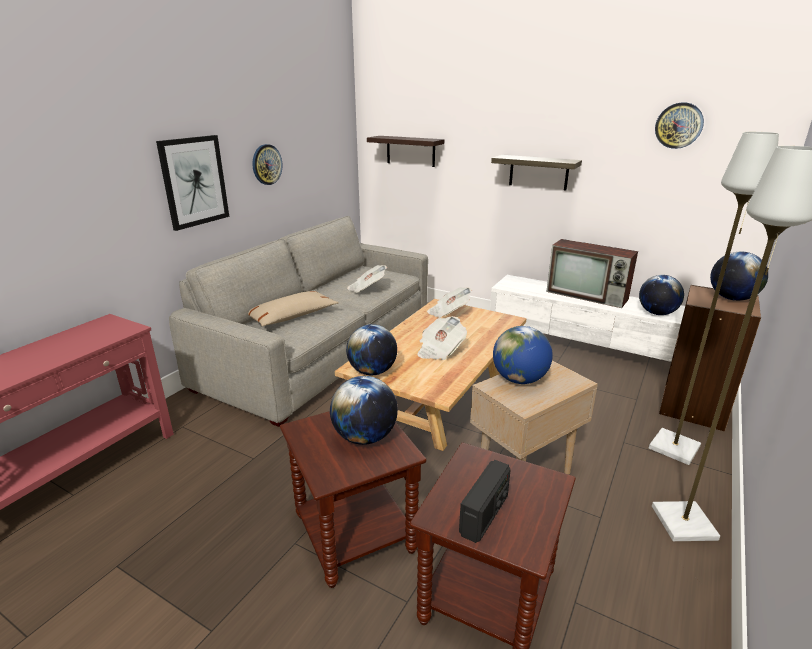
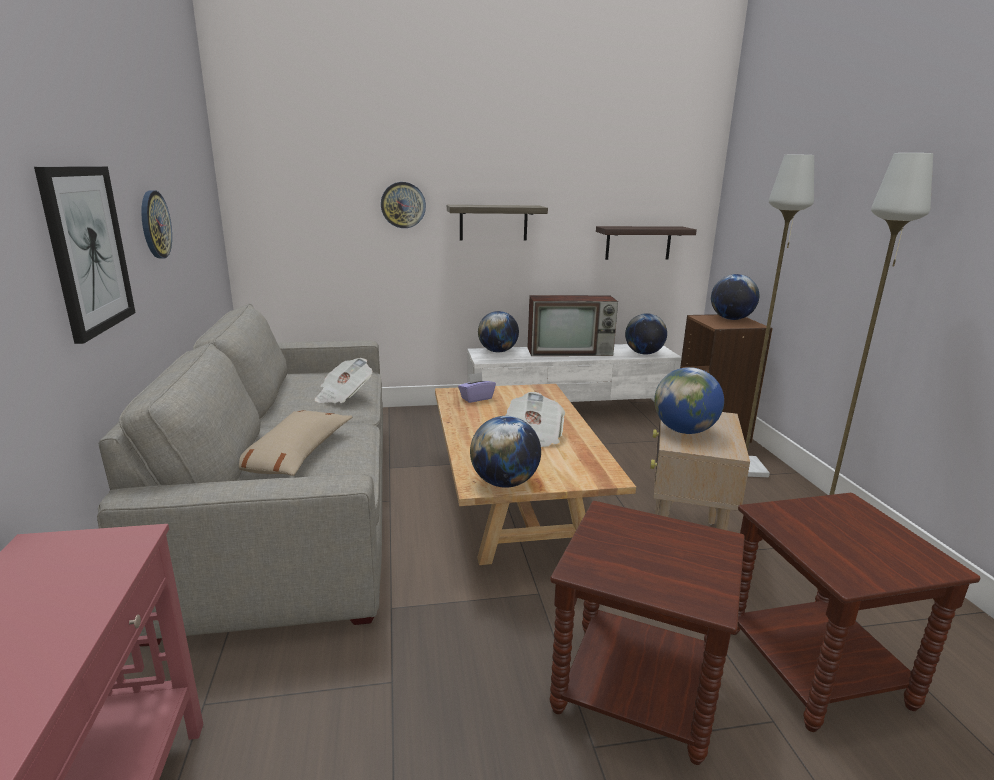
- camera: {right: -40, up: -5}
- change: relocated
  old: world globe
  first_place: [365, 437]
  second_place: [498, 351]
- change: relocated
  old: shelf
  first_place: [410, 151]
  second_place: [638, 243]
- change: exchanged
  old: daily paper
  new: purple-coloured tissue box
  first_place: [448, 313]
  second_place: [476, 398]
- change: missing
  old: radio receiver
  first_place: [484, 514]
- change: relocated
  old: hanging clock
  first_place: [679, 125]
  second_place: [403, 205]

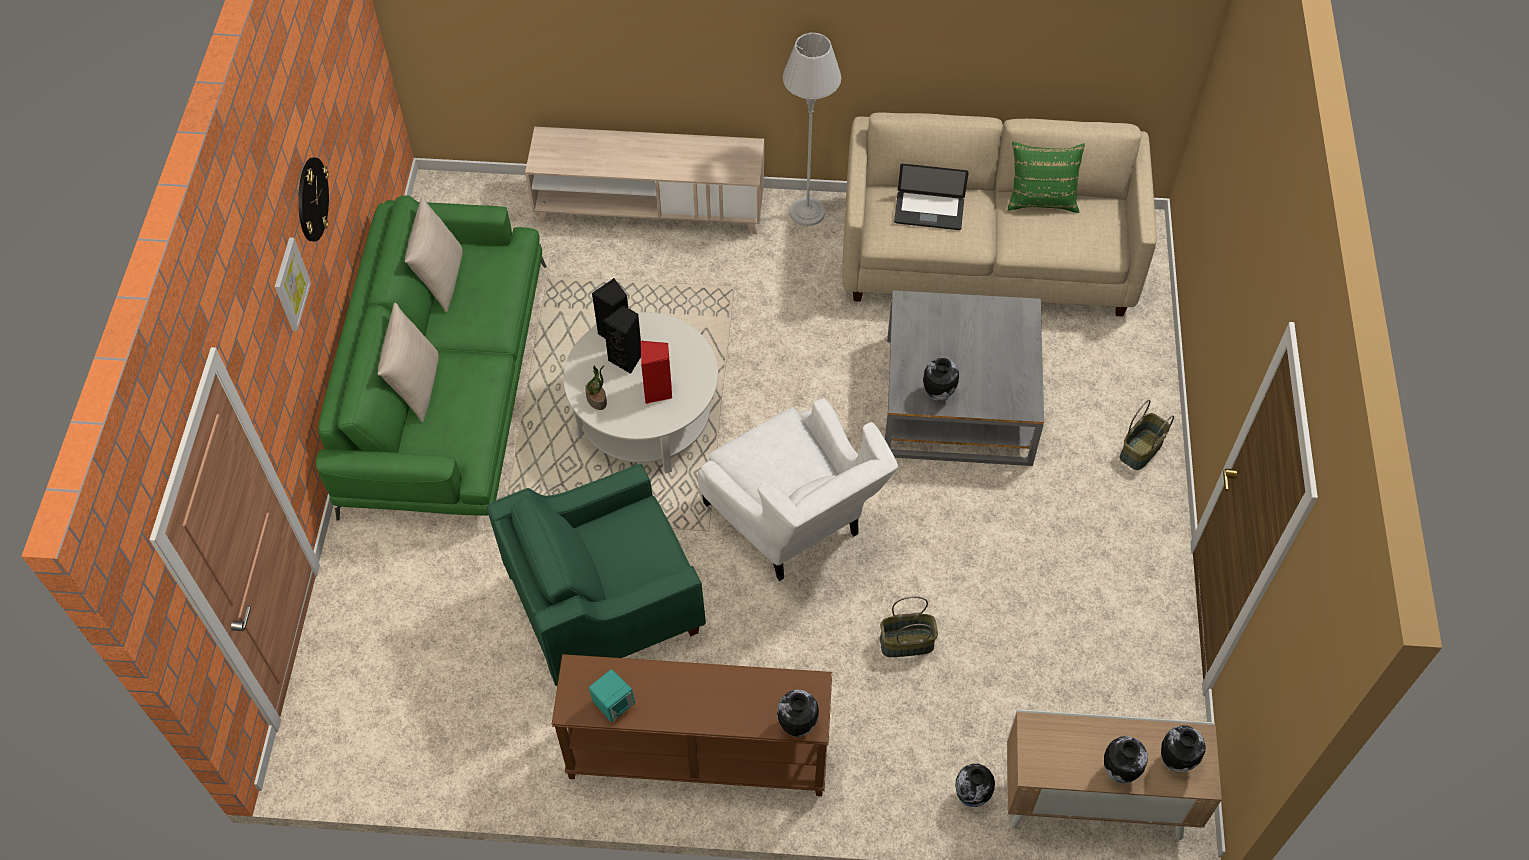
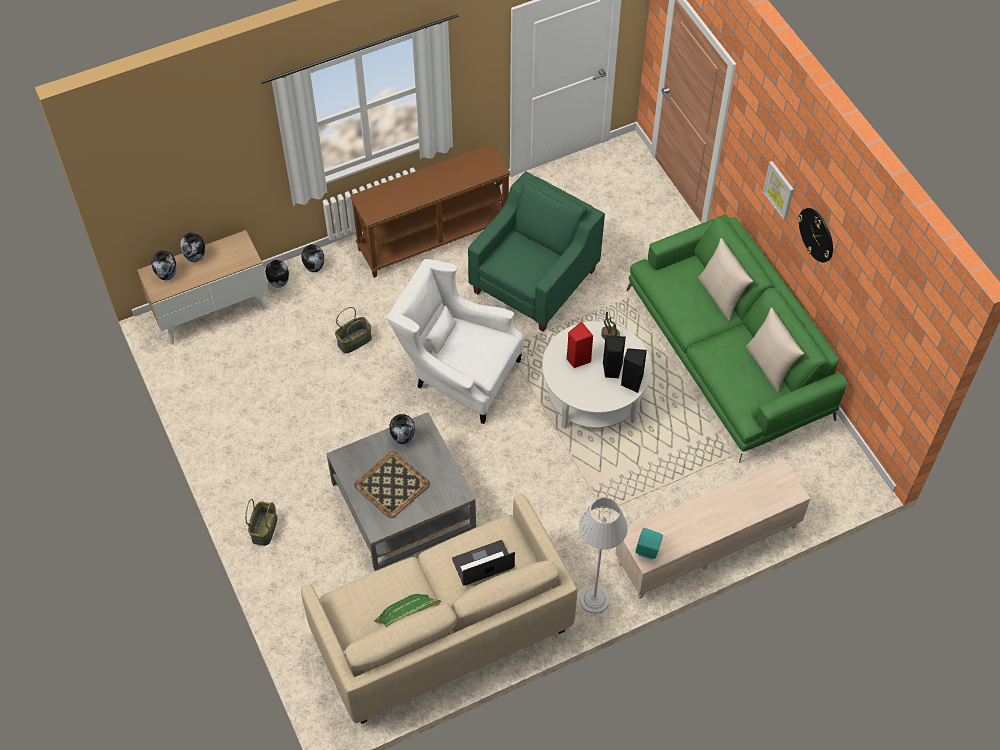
- camera: {right: 150, up: 0}
- change: relocated
  old: turquoise speaker
  first_place: [613, 704]
  second_place: [648, 550]
- change: relocated
  old: decorative vase
  first_place: [796, 726]
  second_place: [315, 268]
- change: appeared
  new: carrying tray
  second_place: [392, 485]

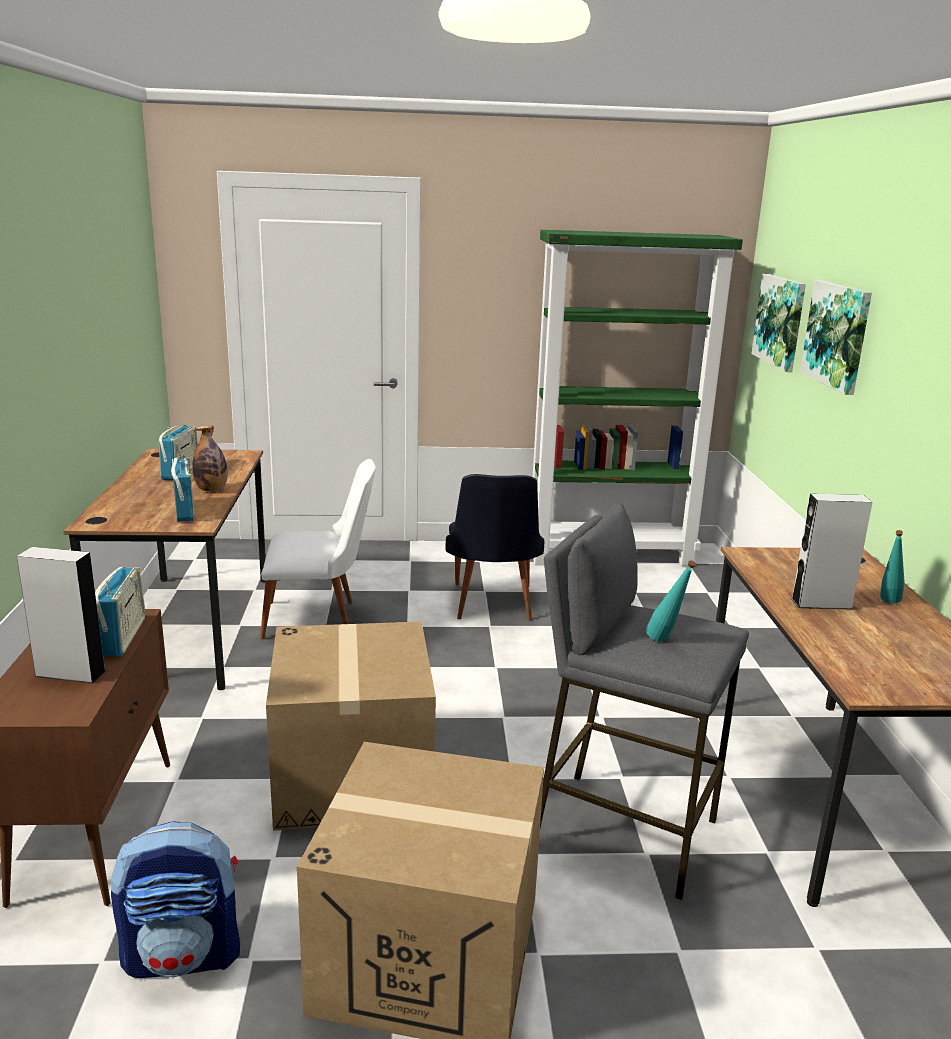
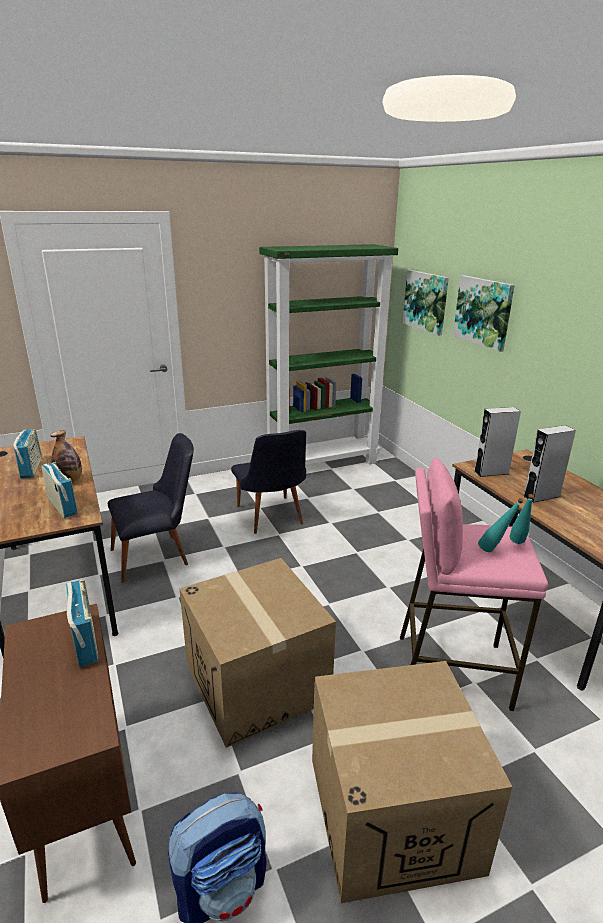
- camera: {right: -20, up: 5}
- change: relocated
  old: grey speaker
  first_place: [70, 673]
  second_place: [491, 472]
- change: colour
  old: white-coloured chair
  new: black chair
  first_place: [320, 620]
  second_place: [158, 556]
- change: colour
  old: grey stool seat
  new: pink stool seat
  first_place: [624, 830]
  second_place: [451, 670]
- change: relocated
  old: turquoise beverage bottle
  first_place: [887, 603]
  second_place: [517, 545]

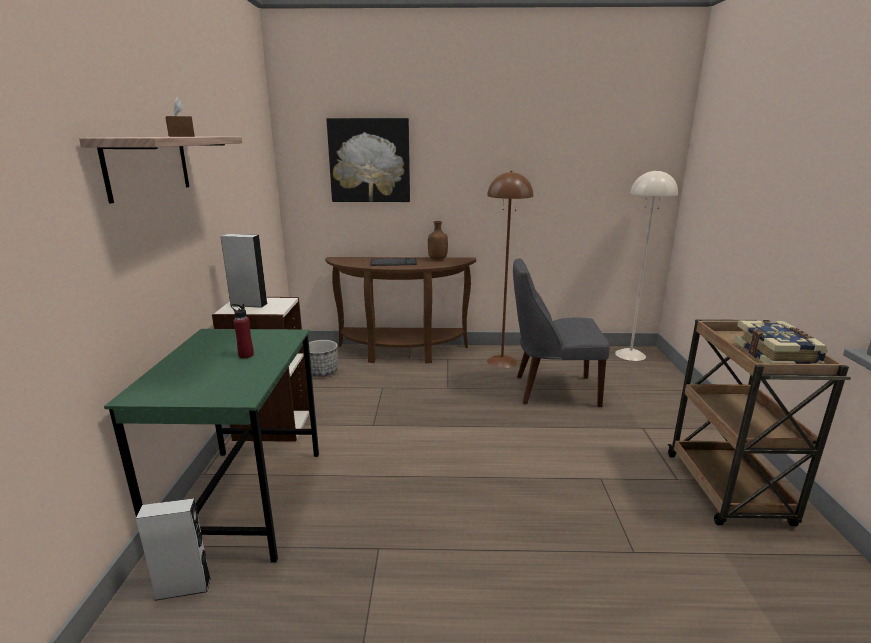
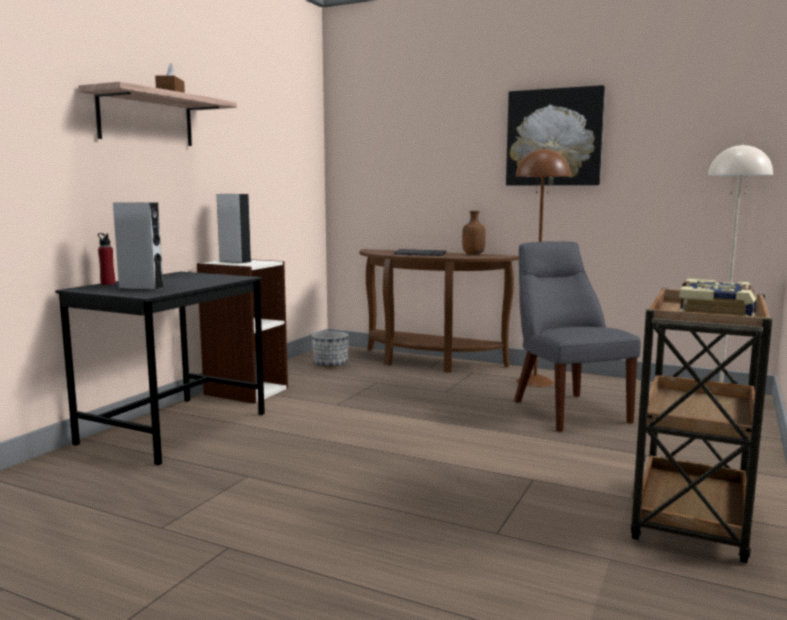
- camera: {right: 25, up: -10}
- change: colour
  old: green desk table
  new: black desk table
  first_place: [244, 500]
  second_place: [174, 428]
- change: relocated
  old: grey speaker
  first_place: [183, 588]
  second_place: [141, 288]
- change: relocated
  old: red-coloured beverage bottle
  first_place: [246, 355]
  second_place: [107, 284]
- change: relocated
  old: wall picture
  first_place: [369, 160]
  second_place: [554, 137]
- change: spun
  old: grey chair
  first_place: [552, 390]
  second_place: [566, 410]
  degrees: 45

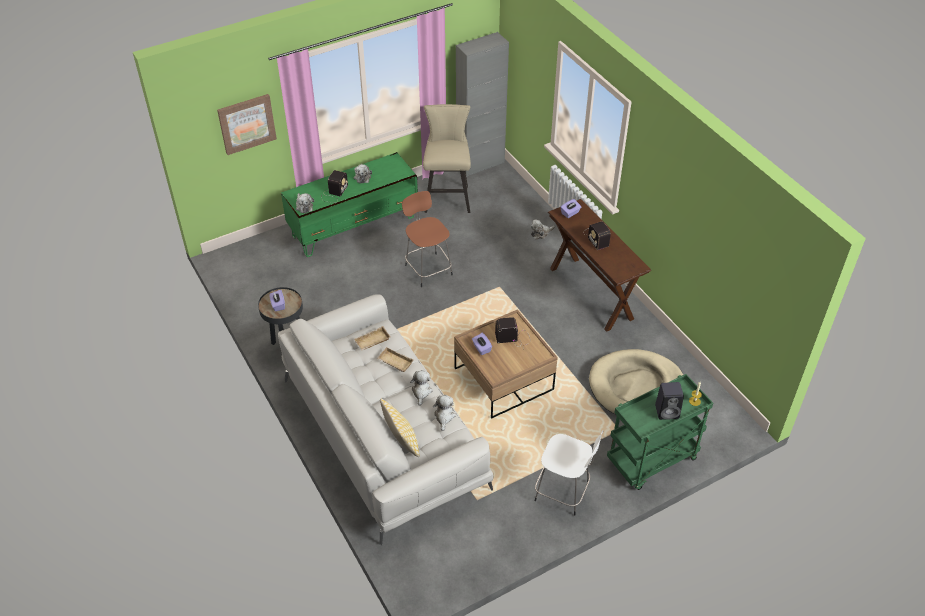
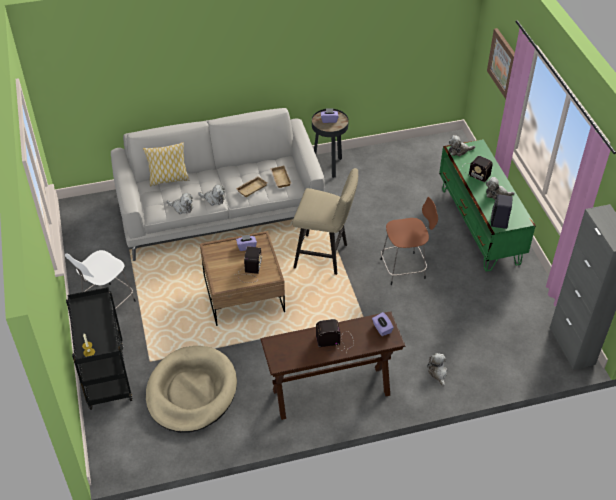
- camera: {right: 105, up: 0}
- change: relocated
  old: sand-coloured stool seat
  first_place: [447, 197]
  second_place: [325, 256]
- change: colour
  old: green wheeled cart
  new: black wheeled cart
  first_place: [651, 461]
  second_place: [105, 375]
- change: relocated
  old: black speaker
  first_place: [668, 411]
  second_place: [499, 222]

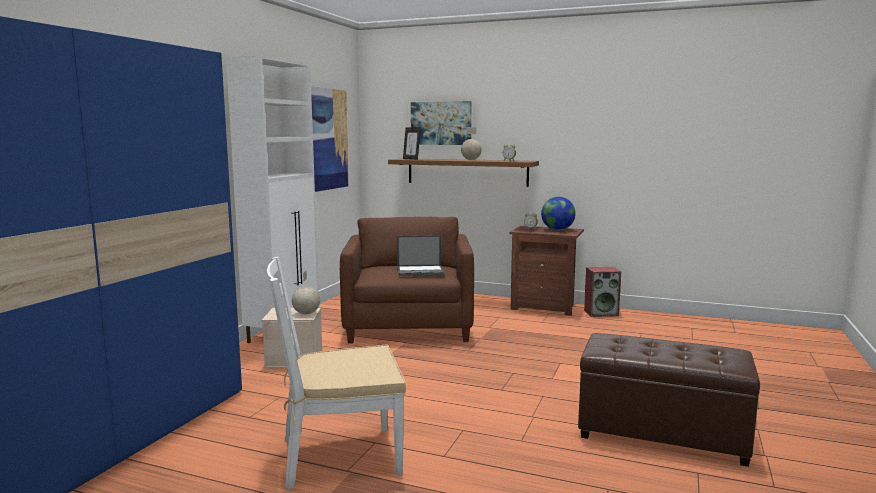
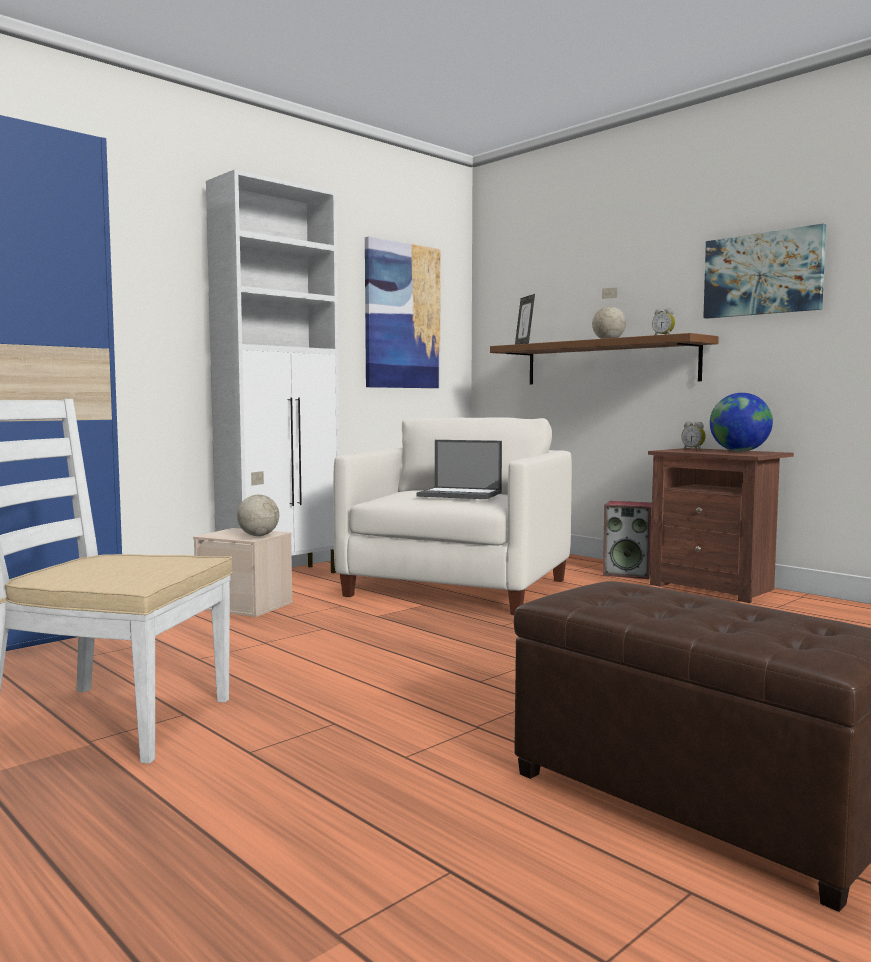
- camera: {right: 25, up: -5}
- change: colour
  old: brownish easy chair
  new: white-coloured easy chair
  first_place: [408, 326]
  second_place: [456, 588]
- change: relocated
  old: wall picture
  first_place: [441, 123]
  second_place: [763, 274]
- change: relocated
  old: speaker
  first_place: [601, 313]
  second_place: [629, 573]

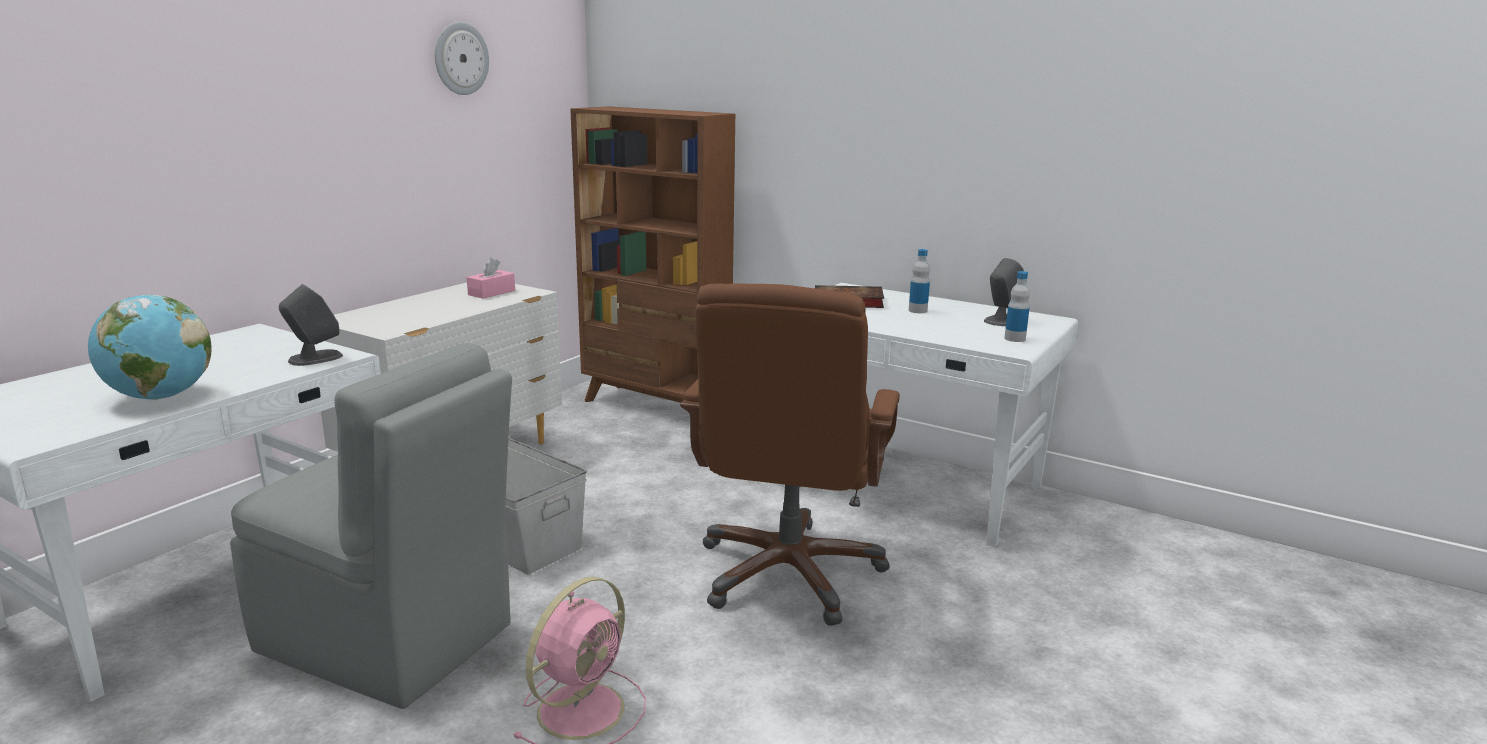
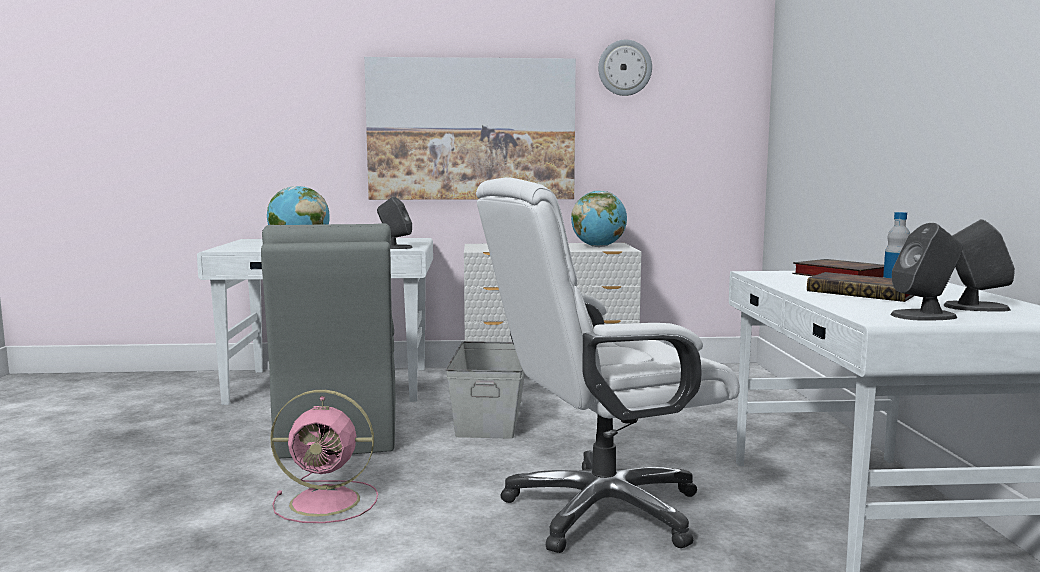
- camera: {right: 55, up: -10}
- change: exchanged
  old: pink tissue box
  new: world globe
  first_place: [491, 293]
  second_place: [598, 247]
- change: missing
  old: brownish shelving unit
  first_place: [655, 407]
- change: colour
  old: brownish desk chair
  new: white-coloured desk chair
  first_place: [788, 573]
  second_place: [601, 510]
- change: exchanged
  old: beverage bottle
  new: grey speaker
  first_place: [1015, 339]
  second_place: [924, 316]
- change: appeared
  new: wall picture
  second_place: [471, 129]
- change: appeared
  new: bound book
  second_place: [864, 294]

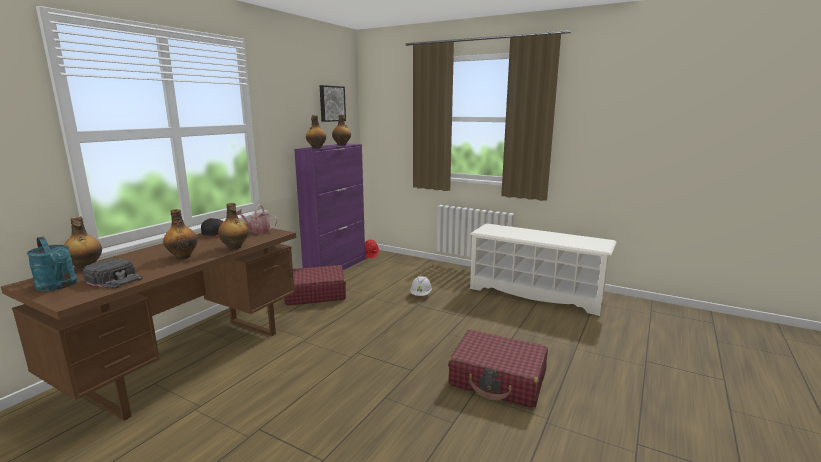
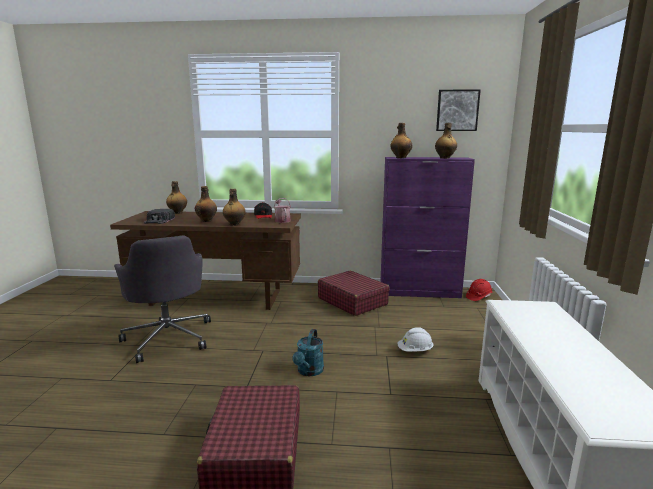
- camera: {right: 65, up: 0}
- change: relocated
  old: turquoise watering can
  first_place: [59, 286]
  second_place: [309, 371]
- change: appeared
  new: grey desk chair
  second_place: [168, 337]

